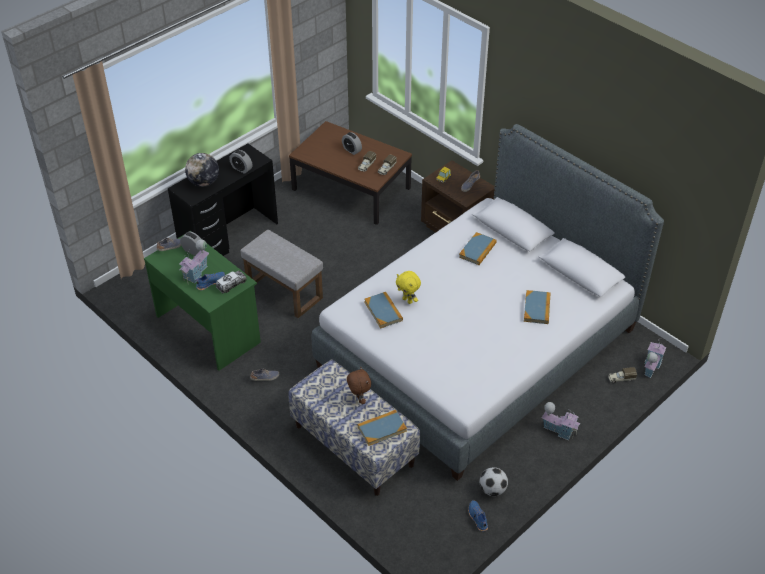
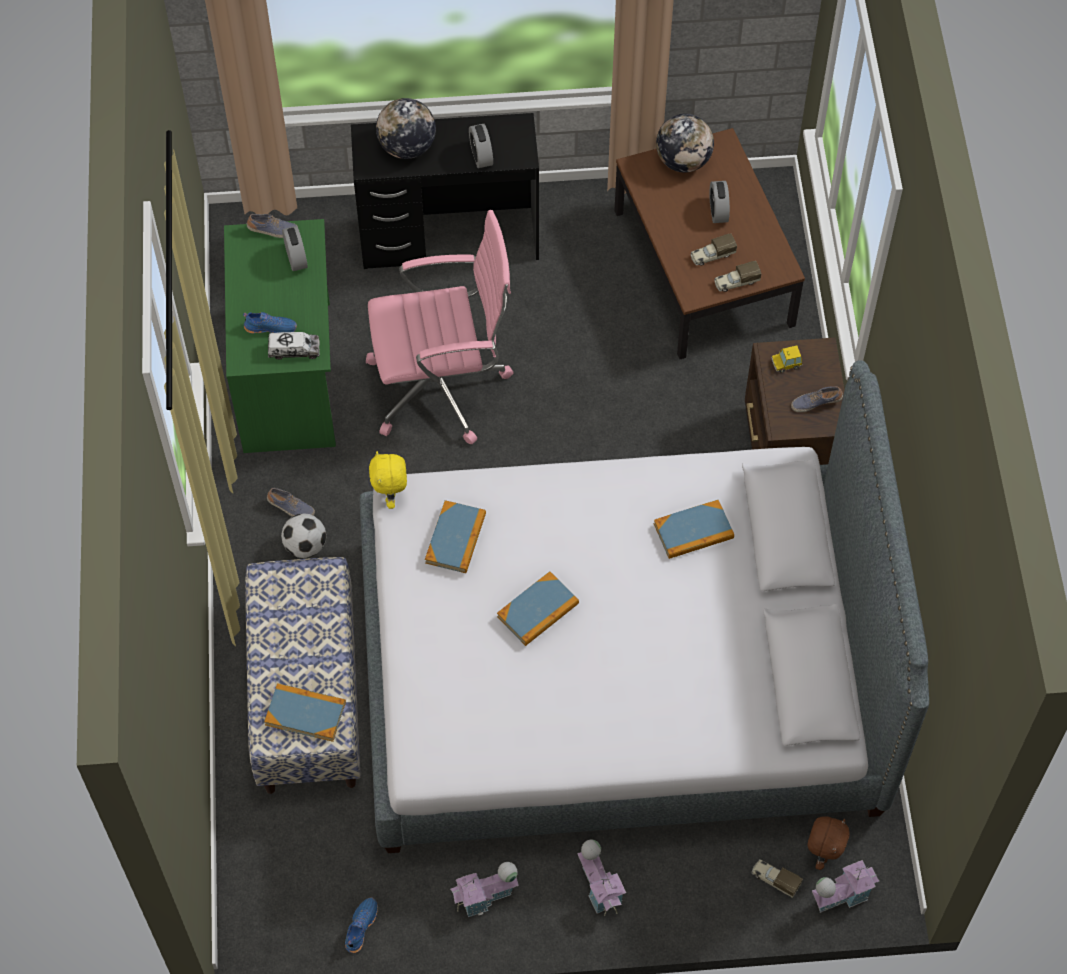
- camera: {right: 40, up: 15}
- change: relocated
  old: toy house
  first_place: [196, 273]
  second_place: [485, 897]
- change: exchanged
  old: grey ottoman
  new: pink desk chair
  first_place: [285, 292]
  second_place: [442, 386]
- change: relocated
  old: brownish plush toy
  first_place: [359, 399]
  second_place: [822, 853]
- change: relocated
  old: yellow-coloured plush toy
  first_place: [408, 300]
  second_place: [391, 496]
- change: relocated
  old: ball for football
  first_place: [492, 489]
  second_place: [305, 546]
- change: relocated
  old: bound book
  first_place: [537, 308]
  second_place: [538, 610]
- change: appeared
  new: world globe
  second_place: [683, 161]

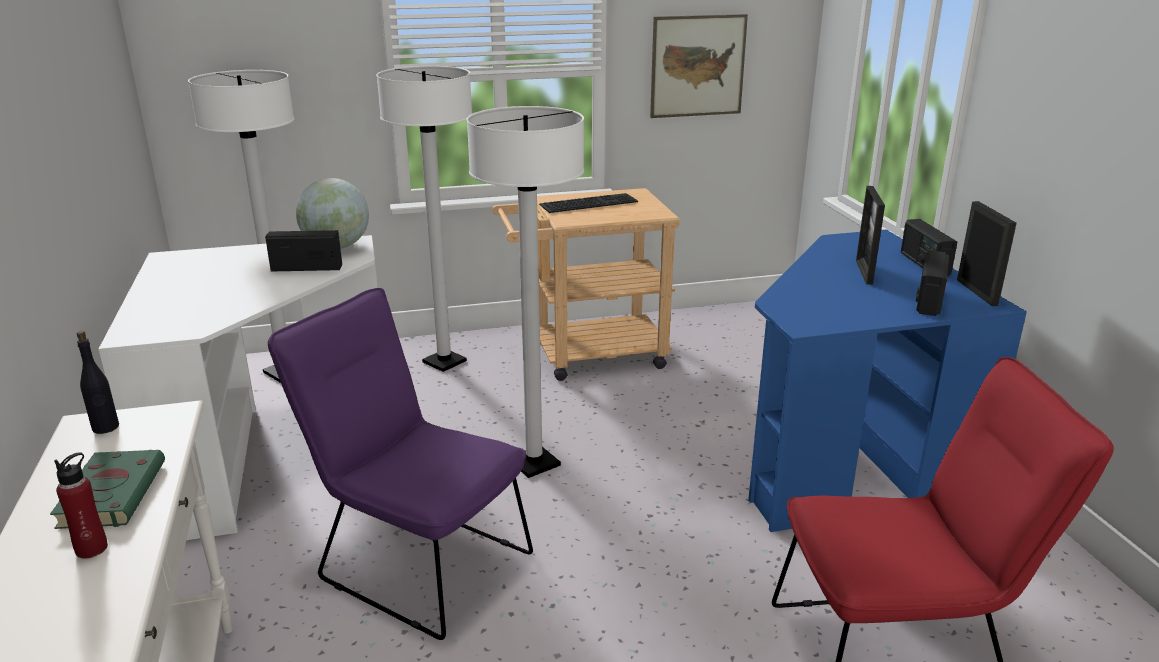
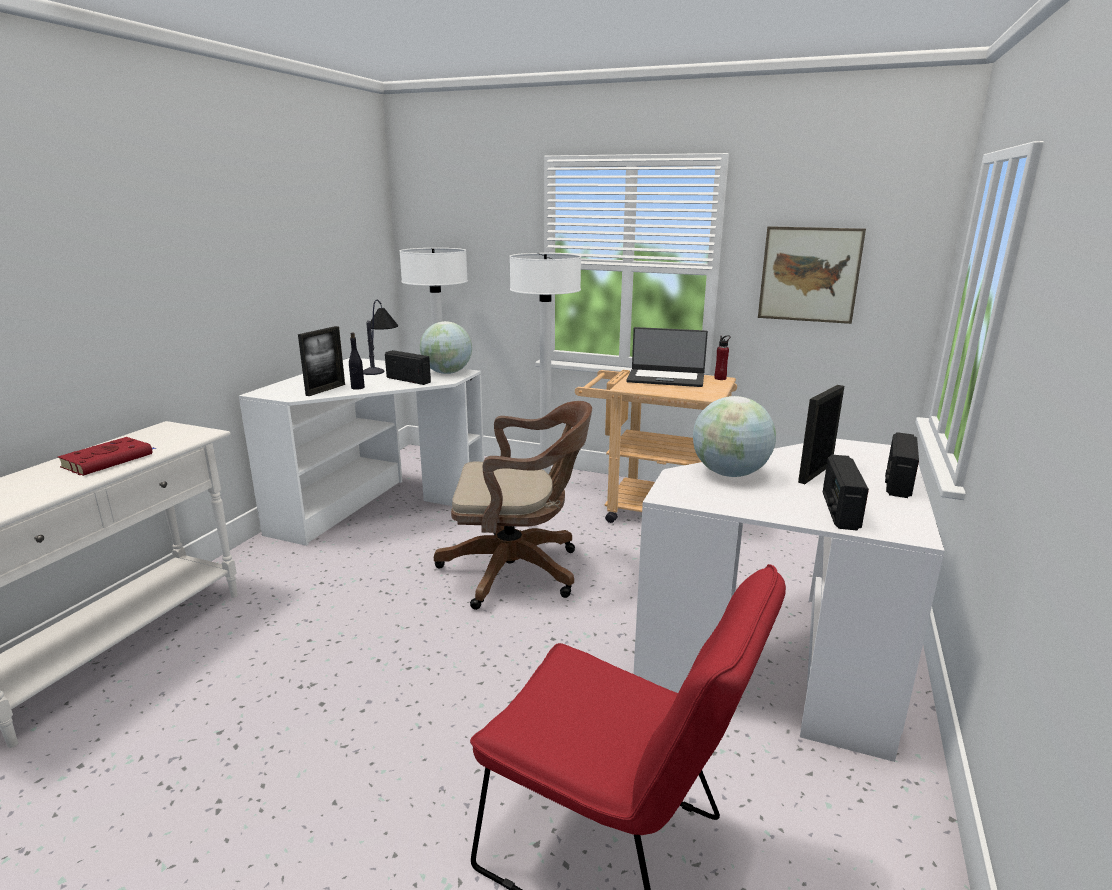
- camera: {right: 35, up: -5}
- change: colour
  old: green bound book
  new: red-coloured bound book
  first_place: [113, 493]
  second_place: [110, 460]
- change: relocated
  old: red-coloured beverage bottle
  first_place: [92, 549]
  second_place: [720, 378]
- change: relocated
  old: black beverage bottle
  first_place: [105, 428]
  second_place: [357, 388]
- change: missing
  old: purple-coloured chair
  first_place: [416, 561]
- change: exchanged
  old: white-coloured floor lamp
  new: brownish desk chair
  first_place: [534, 463]
  second_place: [518, 571]
- change: exchanged
  old: PC keyboard
  new: portable computer
  first_place: [589, 202]
  second_place: [665, 378]
- change: colour
  old: bluish desk table
  new: white-coloured desk table
  first_place: [845, 456]
  second_place: [785, 663]
- change: spun
  old: radio receiver
  first_place: [928, 300]
  second_place: [839, 511]
  degrees: -45
- change: relocated
  old: photo frame
  first_place: [976, 292]
  second_place: [325, 390]
- change: appeared
  new: tabletop lamp
  second_place: [381, 366]
- change: appeared
  new: world globe
  second_place: [730, 474]

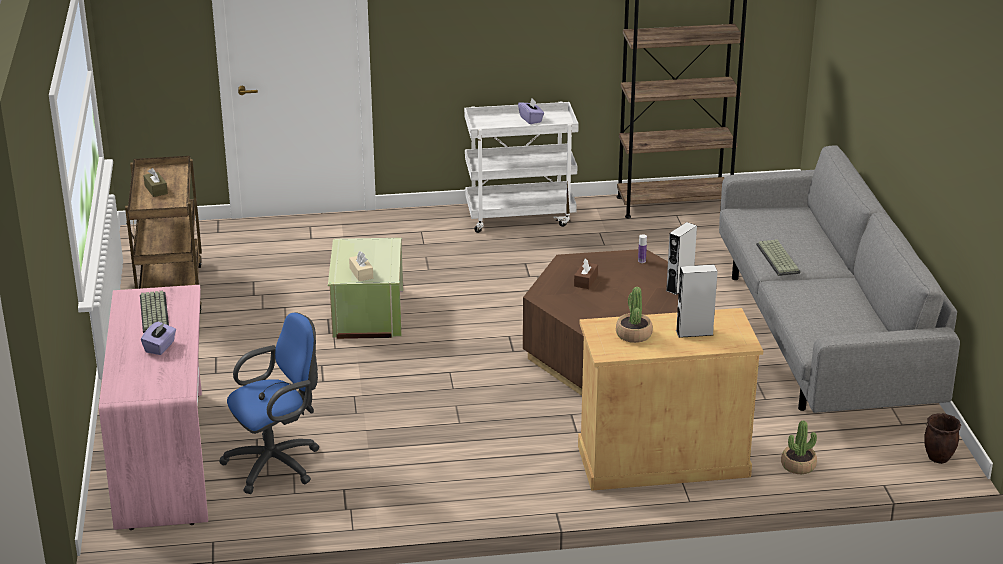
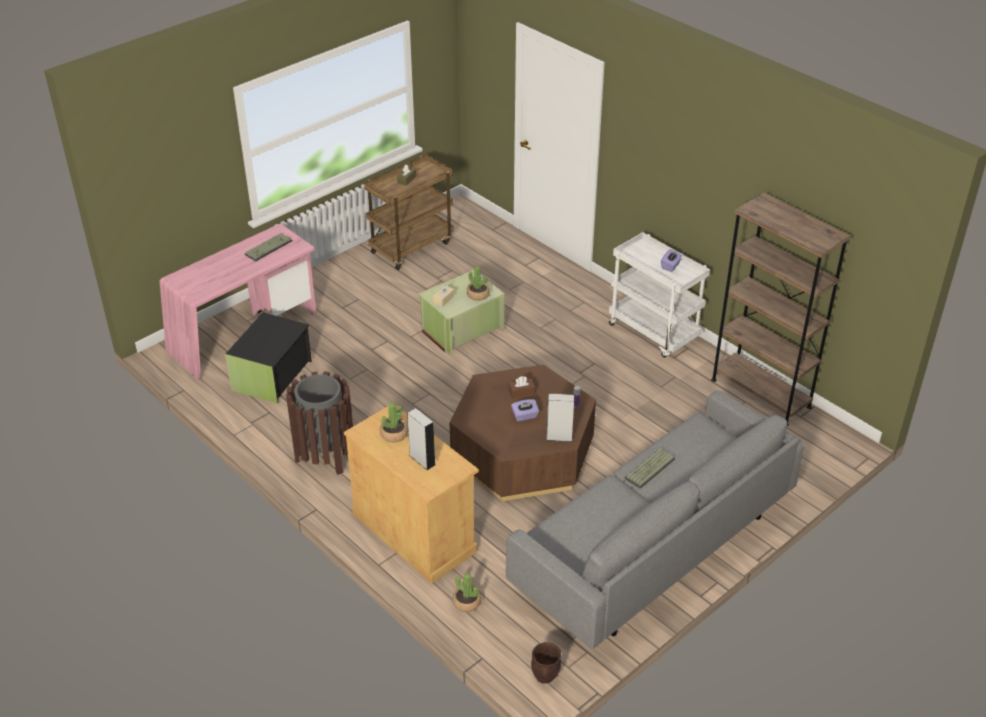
- camera: {right: 55, up: 10}
- change: relocated
  old: purple-coloured tissue box
  first_place: [160, 347]
  second_place: [525, 416]
- change: exchanged
  old: bluish desk chair
  new: black storage container
  first_place: [277, 463]
  second_place: [273, 375]
- change: appeared
  new: brownish trash can
  second_place: [325, 456]
- change: appeared
  new: potted plant
  second_place: [478, 294]

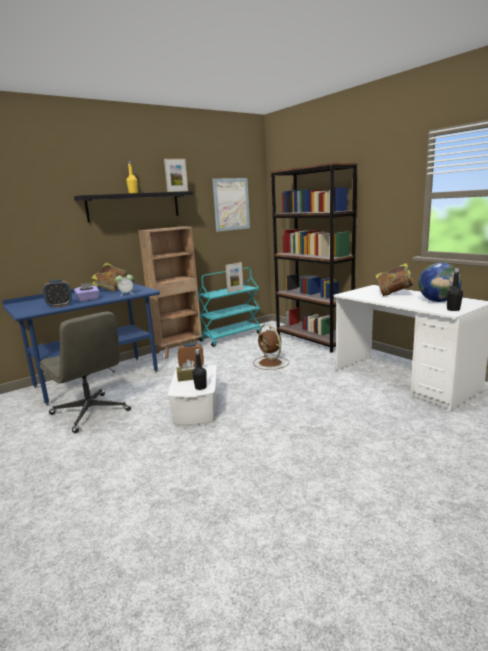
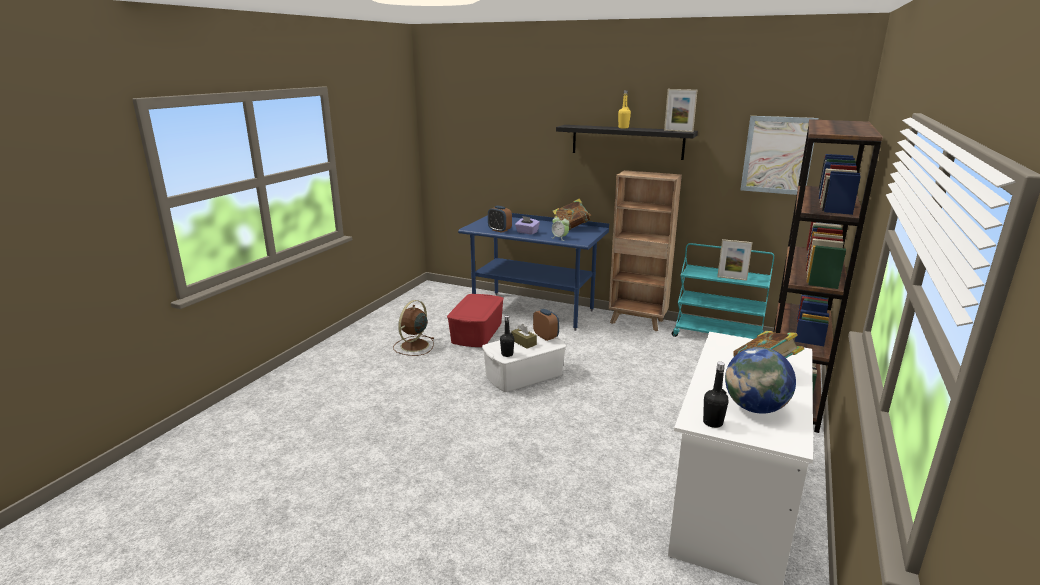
- camera: {right: 60, up: 5}
- change: exchanged
  old: grey desk chair
  new: red-coloured storage container
  first_place: [91, 412]
  second_place: [476, 333]
- change: relocated
  old: brownish fan
  first_place: [271, 363]
  second_place: [414, 346]

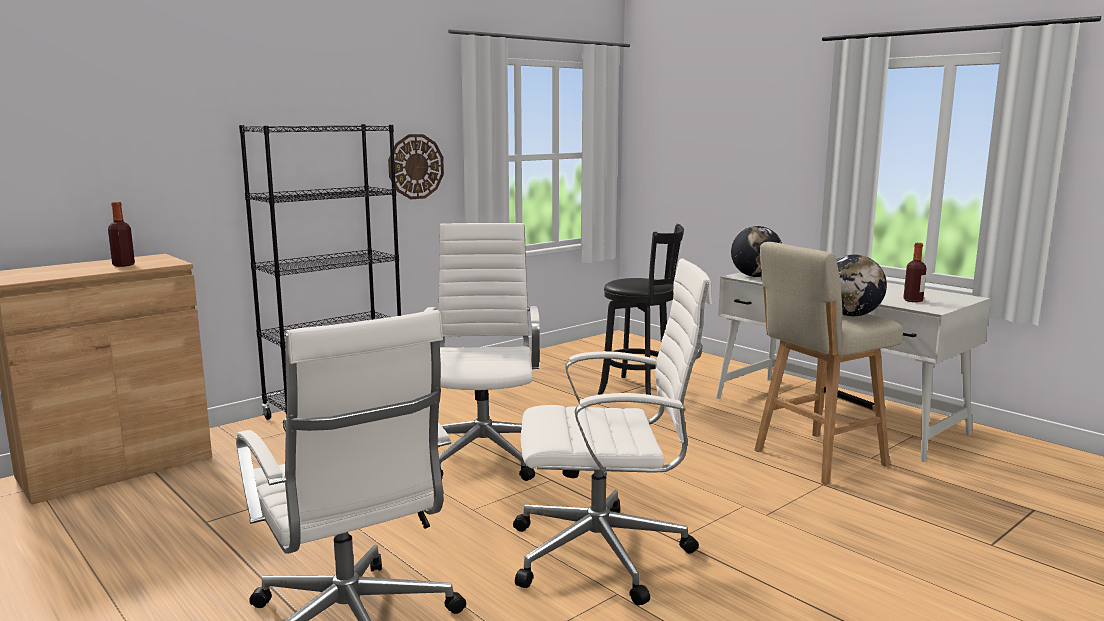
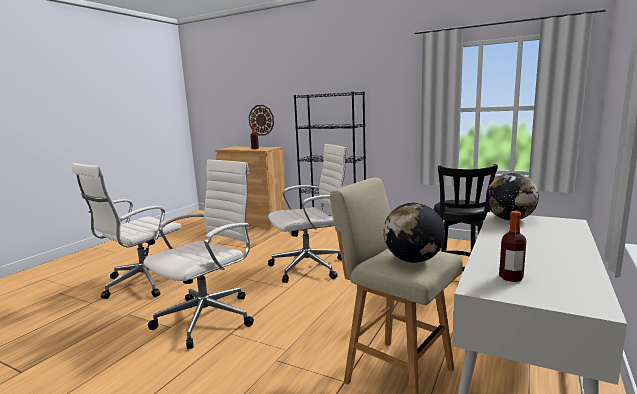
- camera: {right: 70, up: 0}
- change: relocated
  old: hanging clock
  first_place: [415, 166]
  second_place: [261, 120]
- change: spun
  old: white-coloured desk chair
  first_place: [605, 554]
  second_place: [209, 317]
  degrees: -120

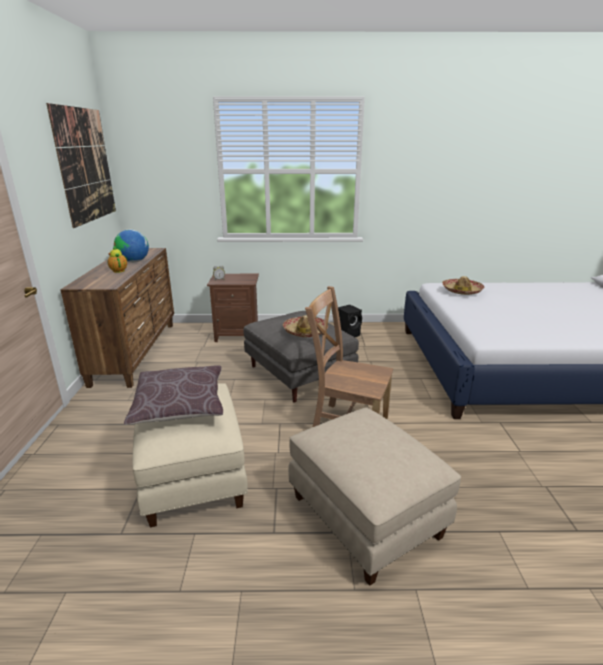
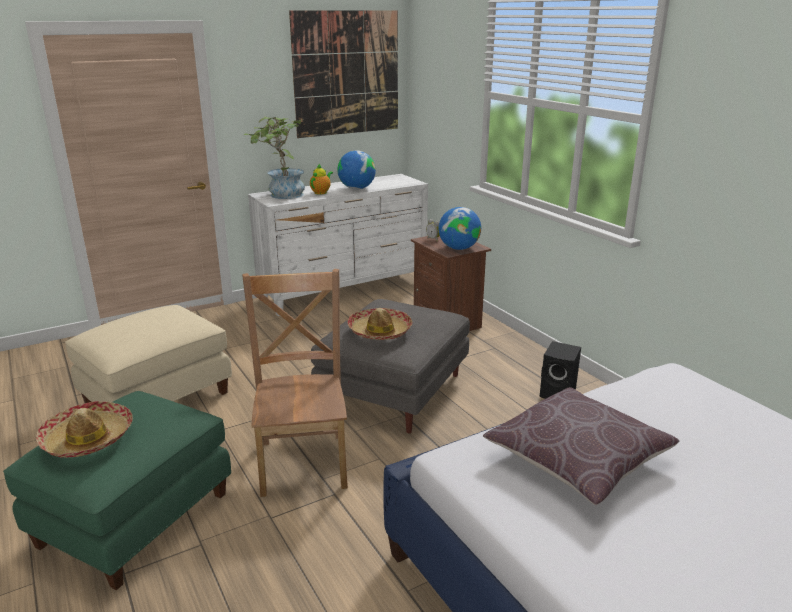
- camera: {right: 60, up: 0}
- change: colour
  old: brownish chest of drawers
  new: white-coloured chest of drawers
  first_place: [136, 352]
  second_place: [345, 291]
- change: relocated
  old: brownish pillow
  first_place: [179, 406]
  second_place: [577, 459]
- change: colour
  old: sand-coloured ottoman
  new: green ottoman
  first_place: [363, 516]
  second_place: [134, 518]
- change: relocated
  old: clothing hat
  first_place: [461, 291]
  second_place: [88, 438]
- change: appeared
  new: potted plant
  second_place: [281, 195]
- change: appeared
  new: world globe
  second_place: [458, 248]

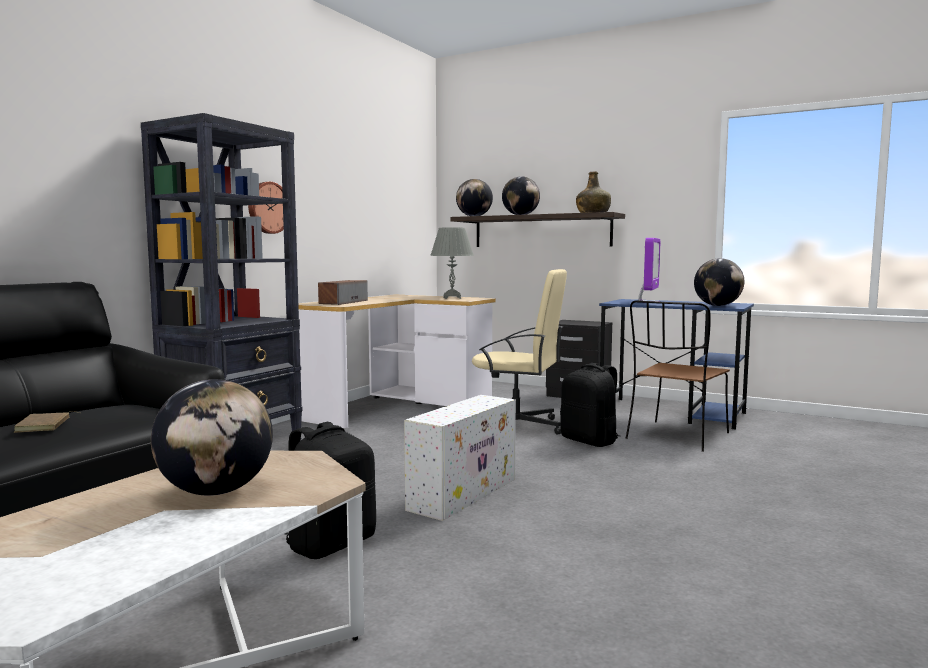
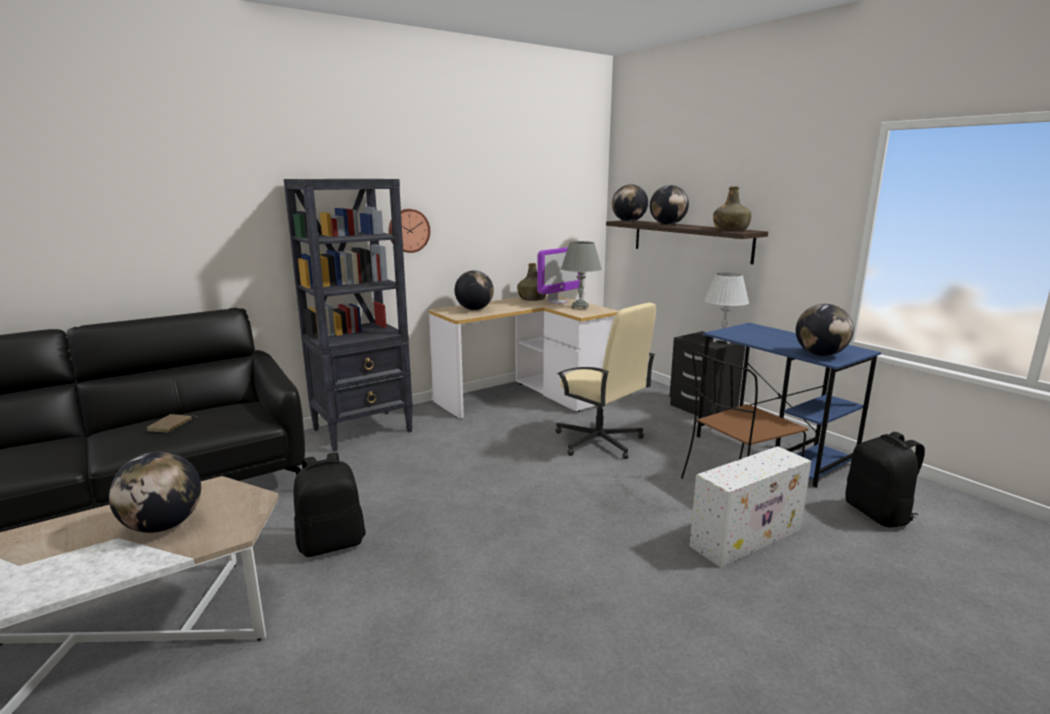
- camera: {right: 25, up: 10}
- change: exchanged
  old: speaker
  new: world globe
  first_place: [343, 302]
  second_place: [474, 309]
- change: relocated
  old: white-coloured storage container
  first_place: [464, 493]
  second_place: [747, 537]
- change: relocated
  old: black knapsack
  first_place: [590, 441]
  second_place: [878, 514]
- change: relocated
  old: computer display
  first_place: [649, 302]
  second_place: [557, 302]
- change: appeared
  new: green beverage bottle
  second_place: [532, 299]
- change: appeared
  new: white-coloured tabletop lamp
  second_place: [722, 341]

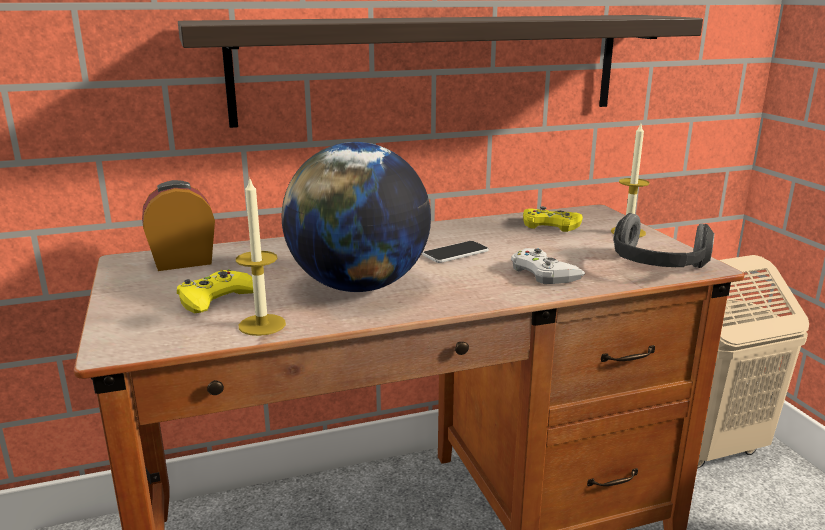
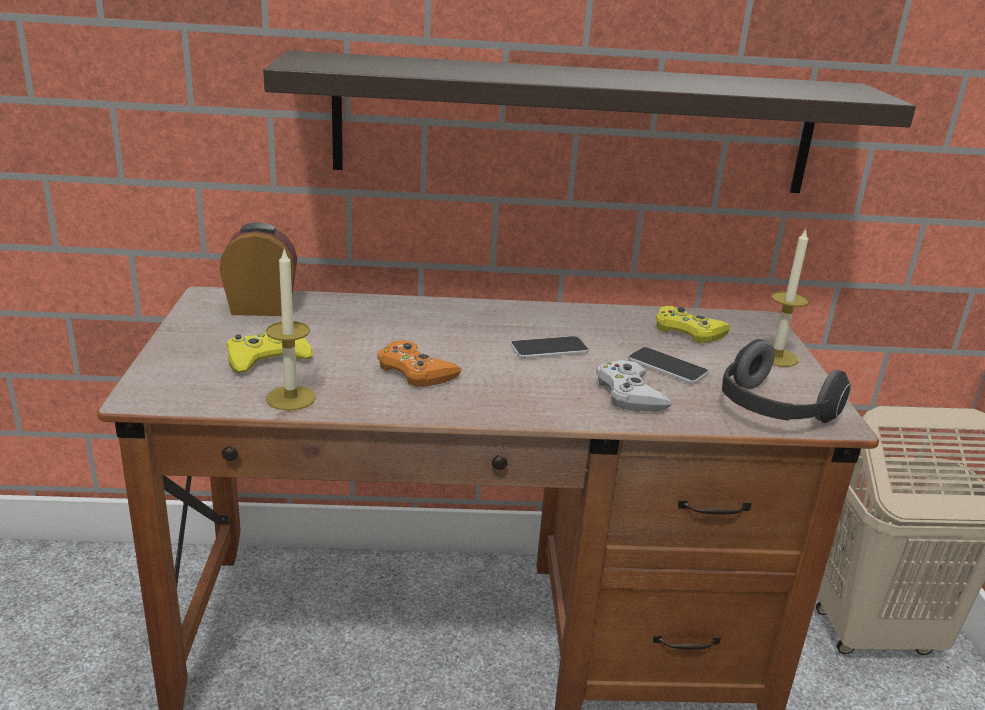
- camera: {right: 15, up: 5}
- change: exchanged
  old: world globe
  new: orange joypad
  first_place: [358, 286]
  second_place: [415, 371]
- change: appeared
  new: phone
  second_place: [667, 367]

